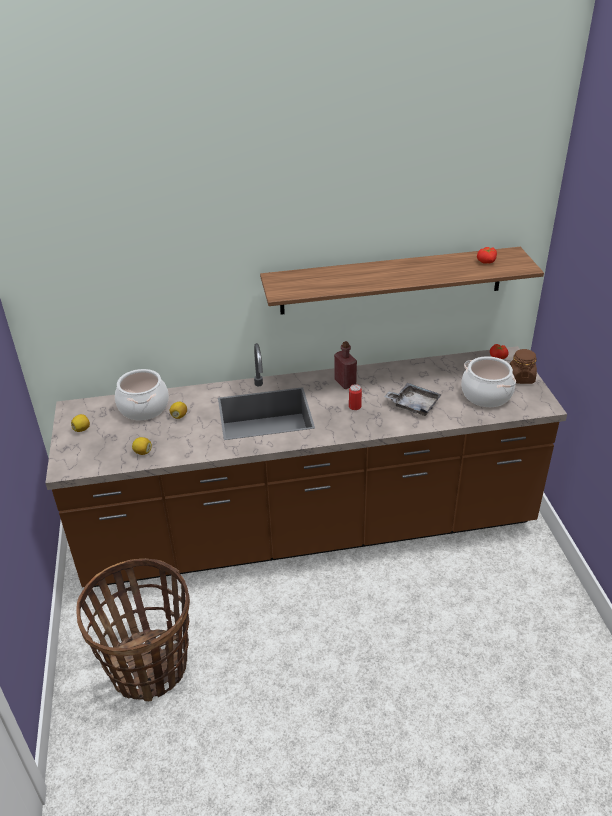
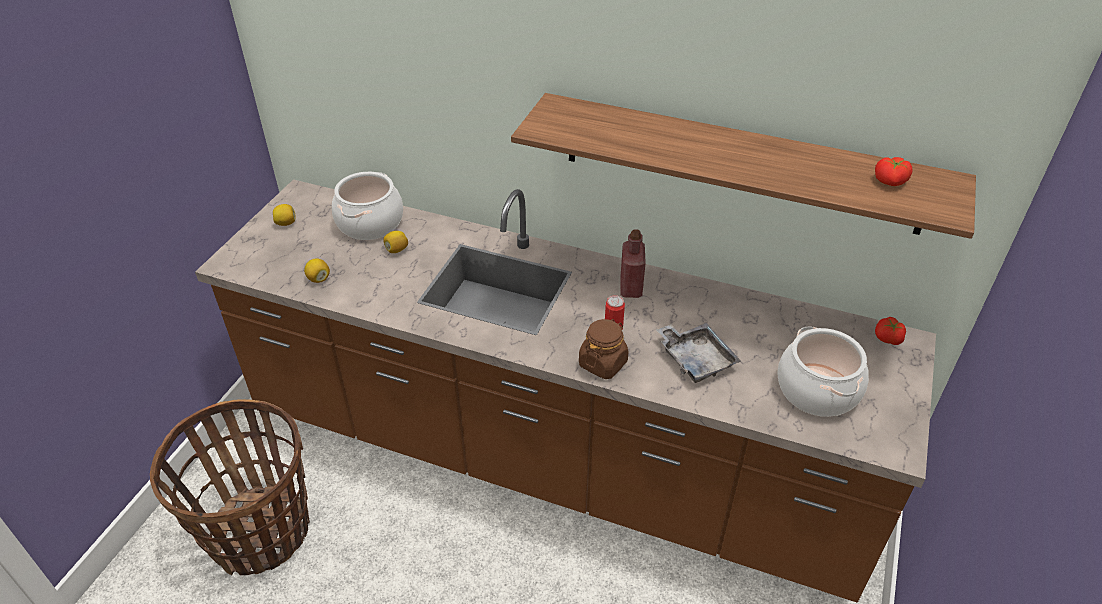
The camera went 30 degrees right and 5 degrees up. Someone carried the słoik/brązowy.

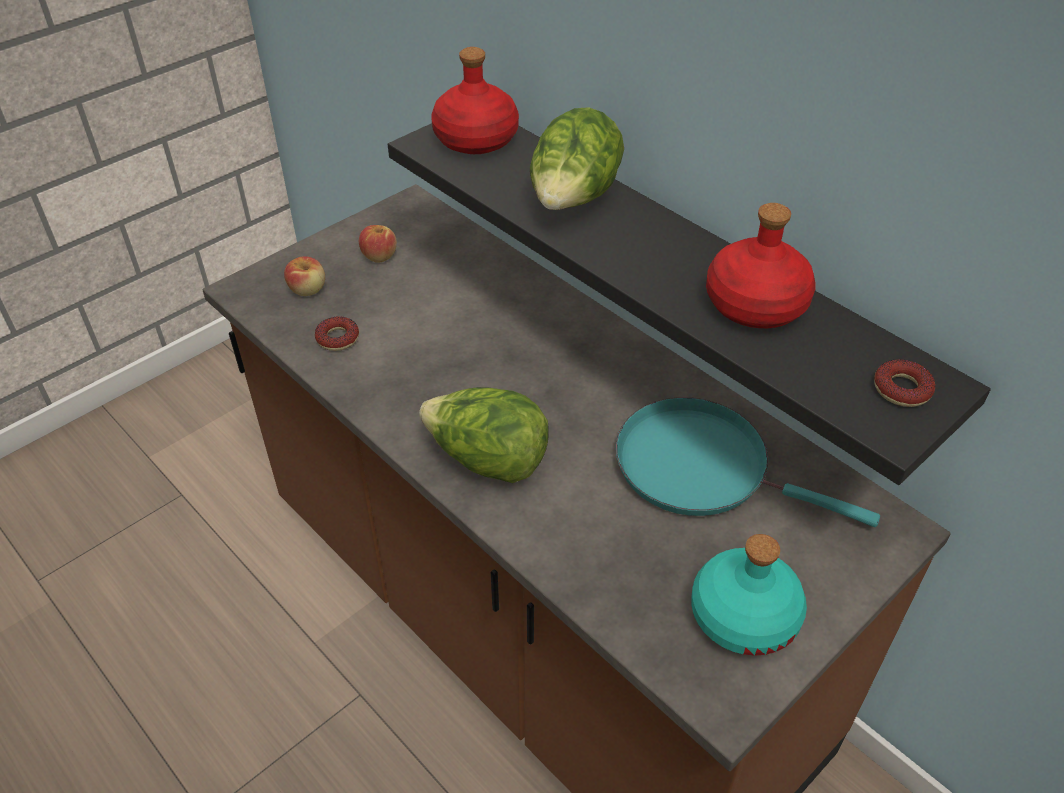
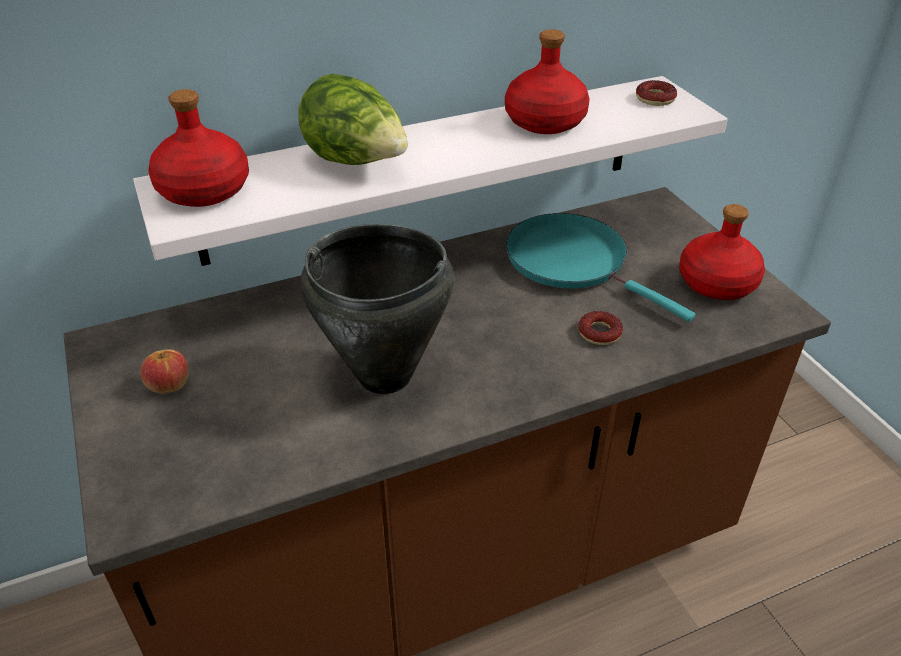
The camera went 70 degrees left and 5 degrees down. Someone took away the jabłko (no. 1 from left). Someone carried the donut (no. 1 from left). Someone repainted the półka/czarny, which became the półka/biały. Someone took away the sałata (no. 1 from left). Someone rotated the patelnia/turkusowy by 90 degrees clockwise. Someone repainted the butelka/turkusowy, which became the butelka/czerwony (no. 3 from left). Someone put down the garnek/czarny.

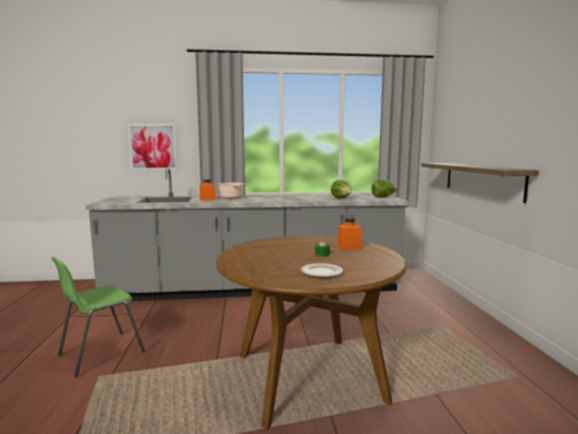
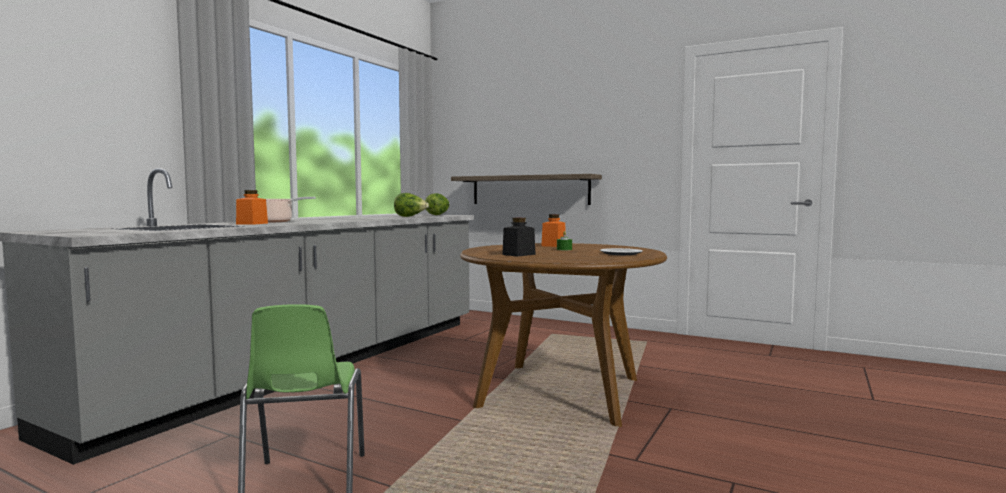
The camera went 55 degrees left and 5 degrees down. Someone took away the obraz. Someone put down the słoik/czarny.

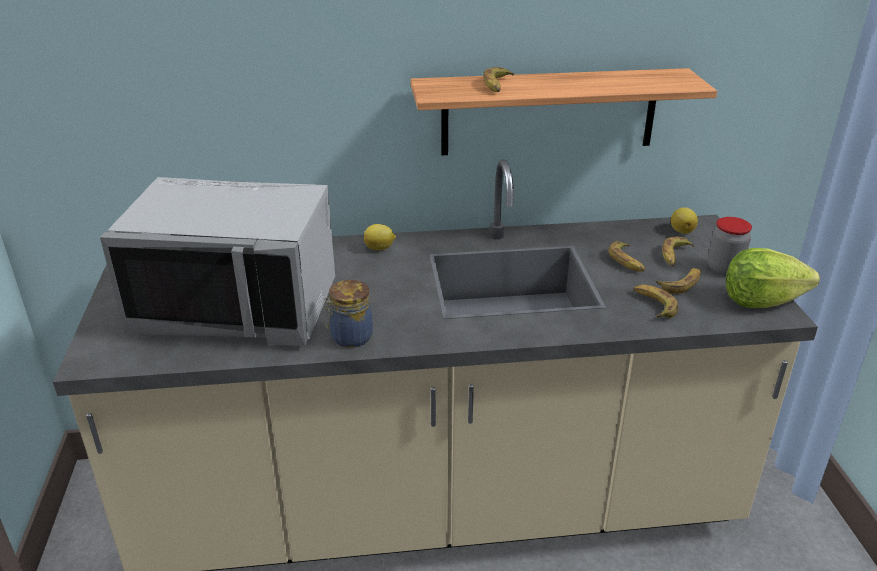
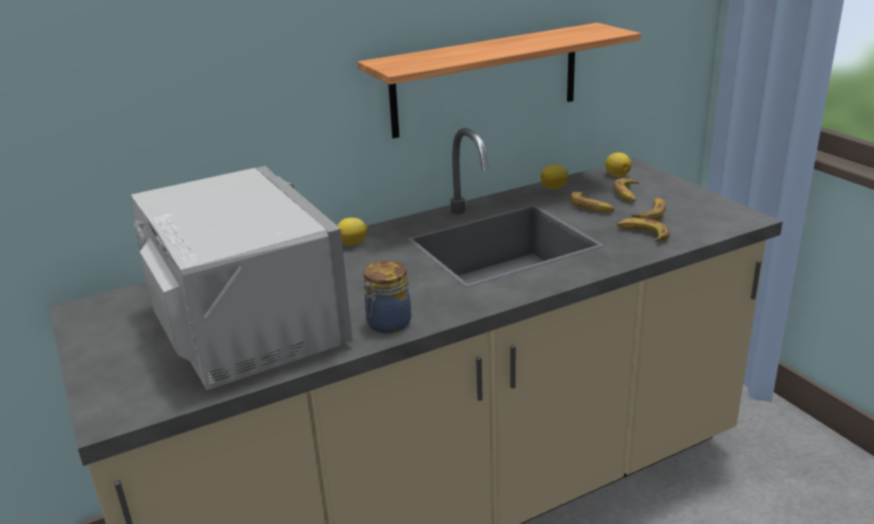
The camera went 20 degrees left and 5 degrees down. Someone rotated the mikrofalówka/szary by 105 degrees counterclockwise. Someone took away the banan (no. 1 from left). Someone took away the słoik (no. 2 from left). Someone took away the sałata. Someone put down the cytryna (no. 2 from left).

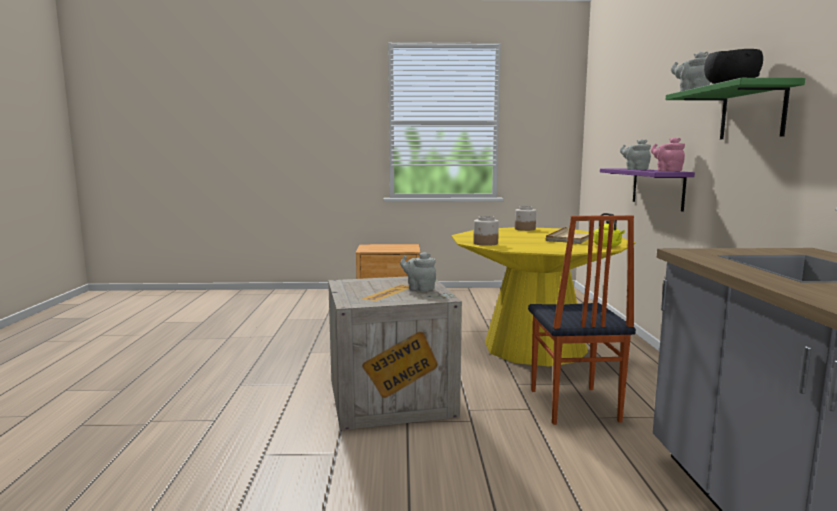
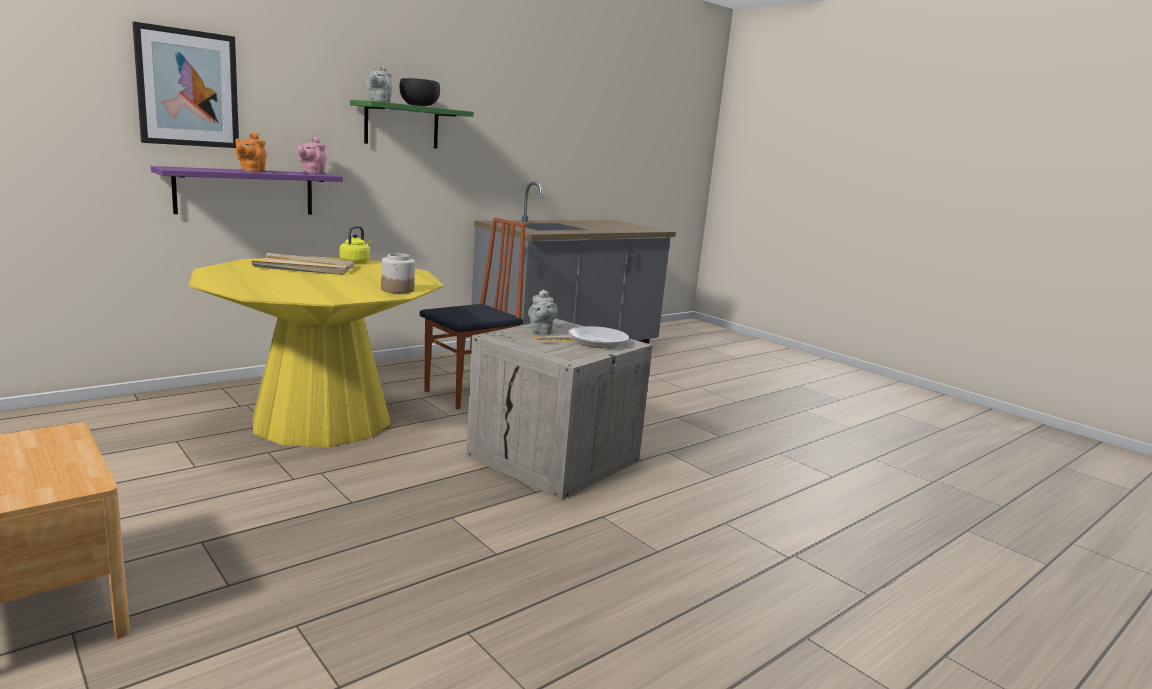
The camera went 130 degrees left and 5 degrees up. Someone took away the słoik (no. 2 from left). Someone repainted the imbryk/szary (no. 2 from left), which became the imbryk/pomarańczowy. Someone put up the obraz. Someone put down the patelnia.

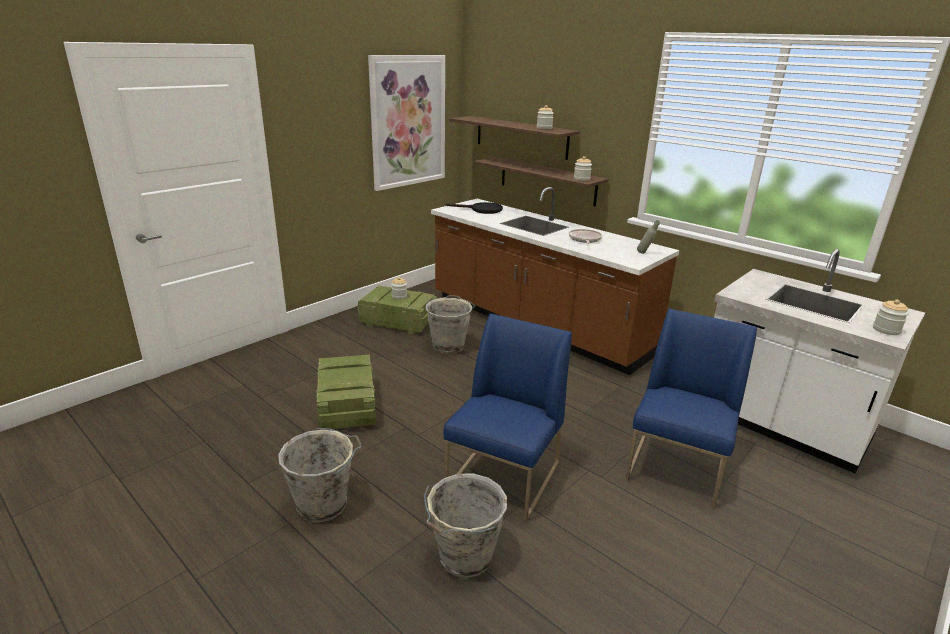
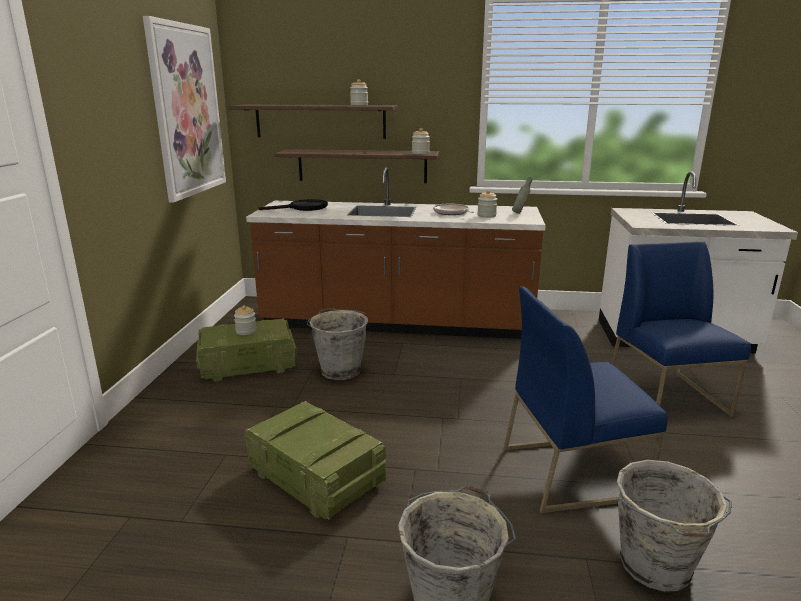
The camera went 35 degrees left and 5 degrees down. Someone rotated the krzesło/niebieski (no. 1 from left) by 90 degrees counterclockwise. Someone carried the słoik (no. 4 from left).

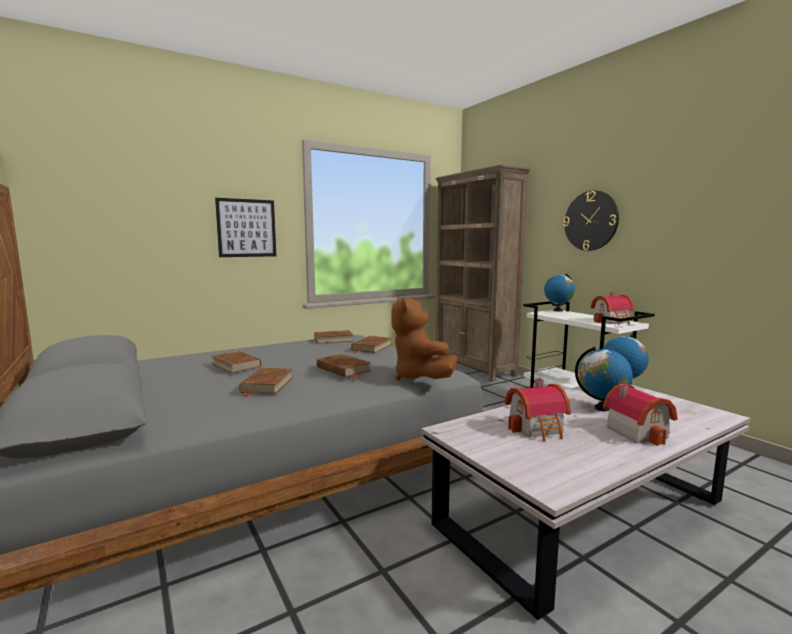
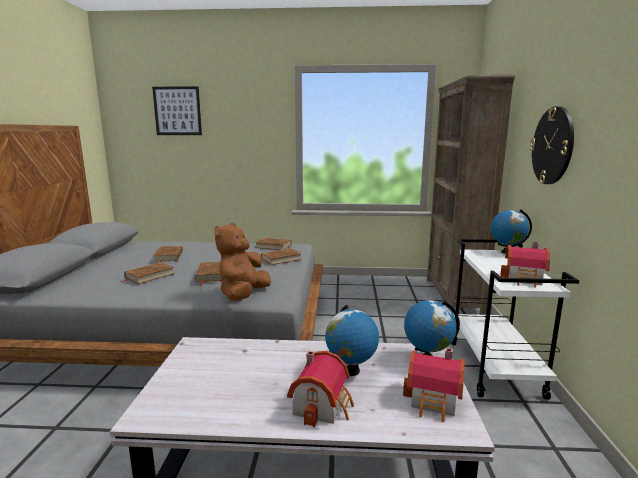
The camera went 35 degrees right and 5 degrees up. Someone carried the obraz. Someone carried the domek (no. 1 from left in the first image).

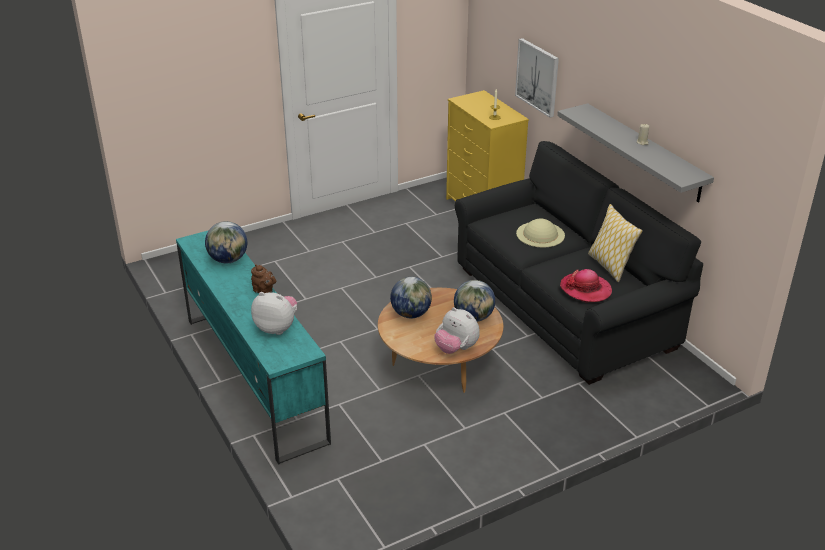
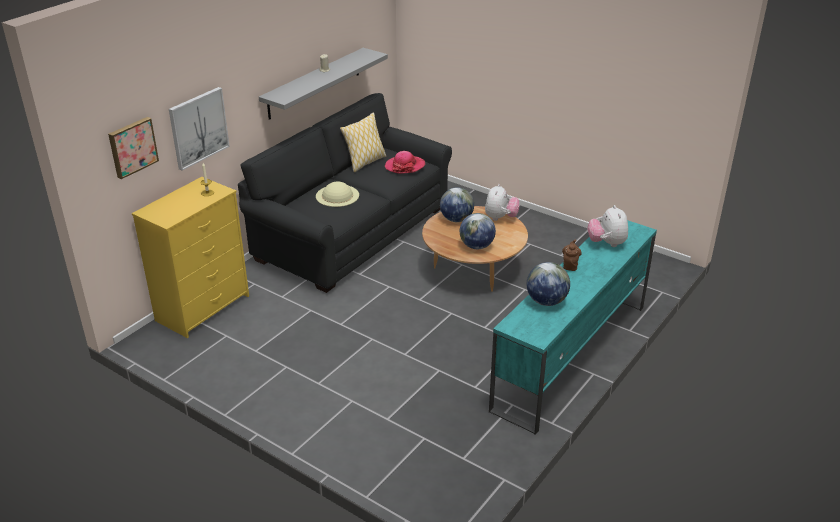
The camera went 115 degrees left and 0 degrees up. Someone put up the obraz (no. 1 from left).

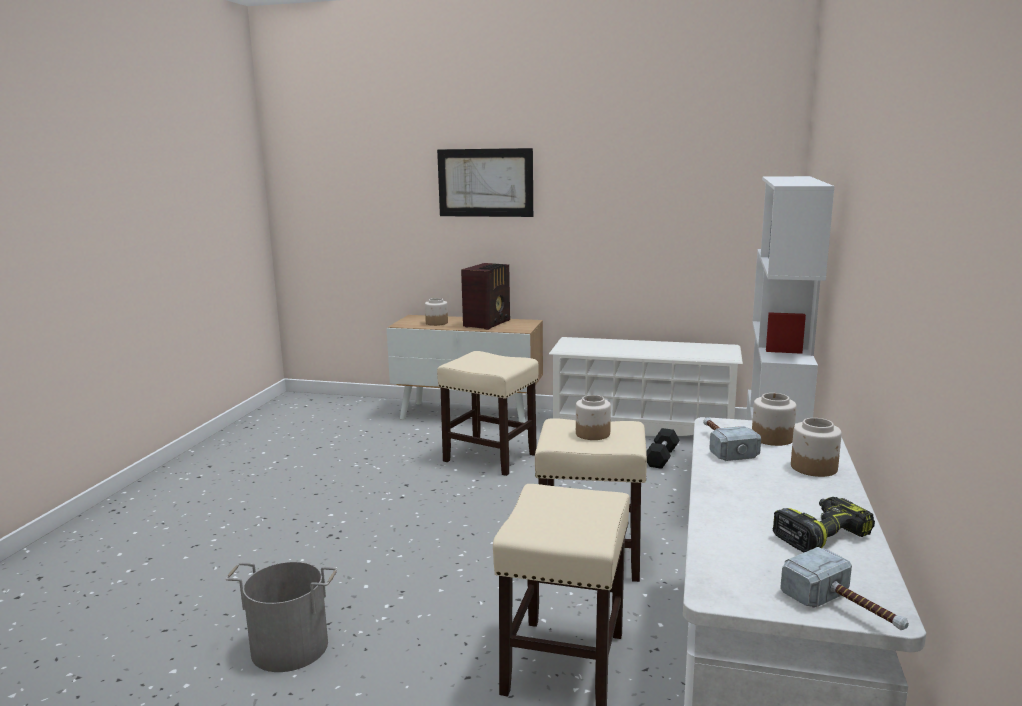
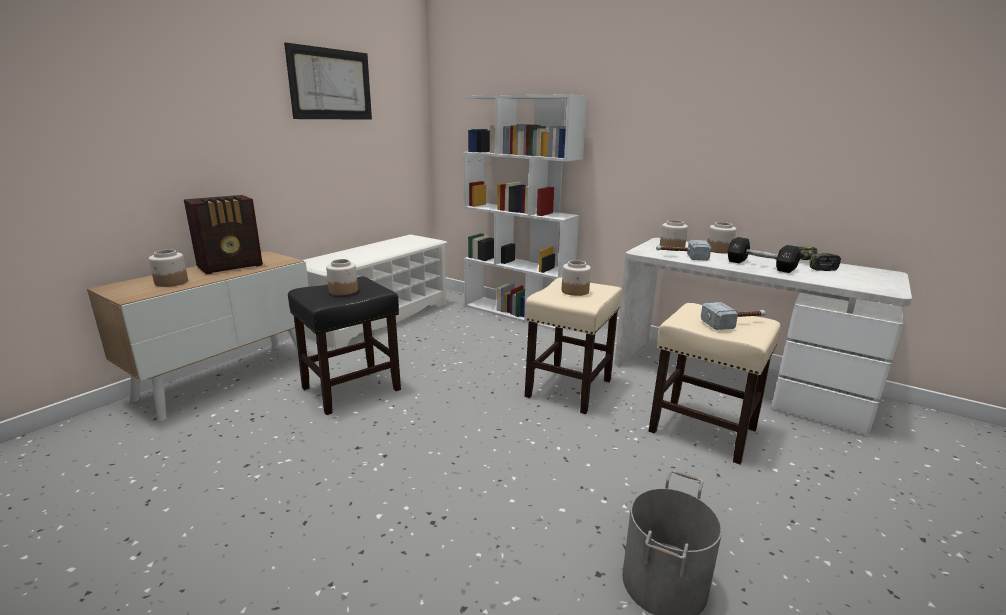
The camera went 70 degrees left and 5 degrees up. Someone carried the obraz. Someone repainted the stołek/beżowy (no. 1 from left), which became the stołek/czarny. Someone rotated the radio by 90 degrees clockwise. Someone carried the hantel/czarny. Someone carried the młotek (no. 2 from left). Someone put down the słoik (no. 2 from left).

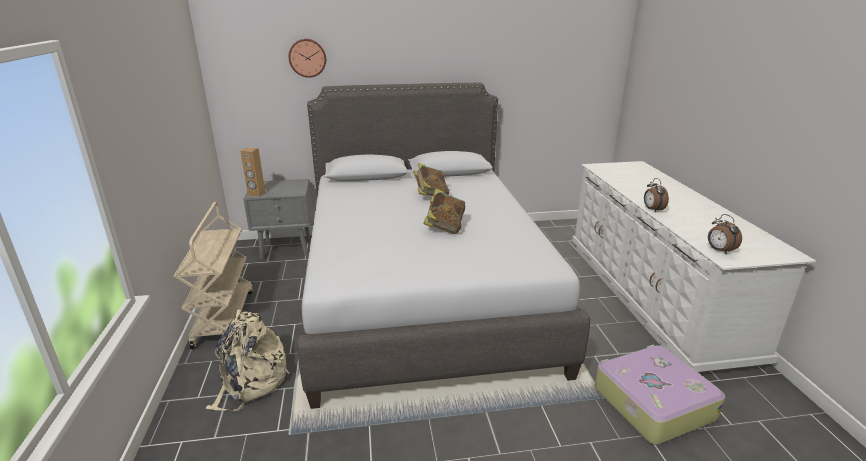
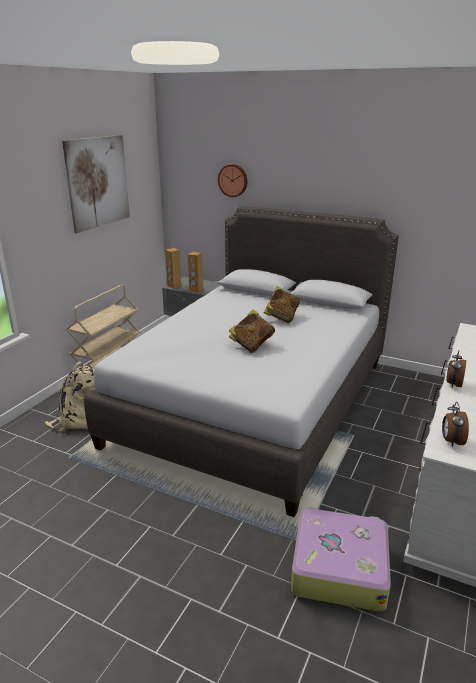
The camera went 35 degrees right and 0 degrees up. Someone put up the obraz. Someone put down the głośnik/brązowy (no. 2 from left).

